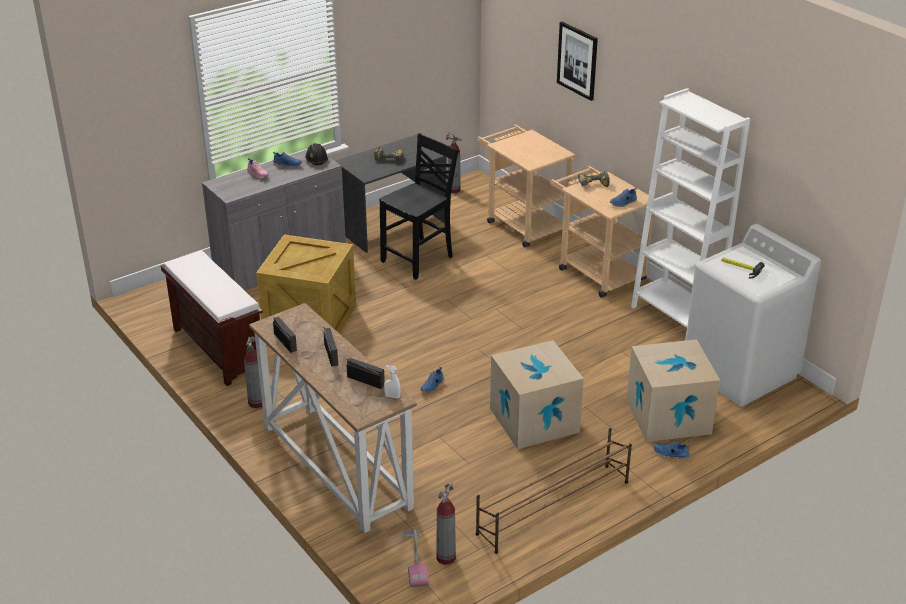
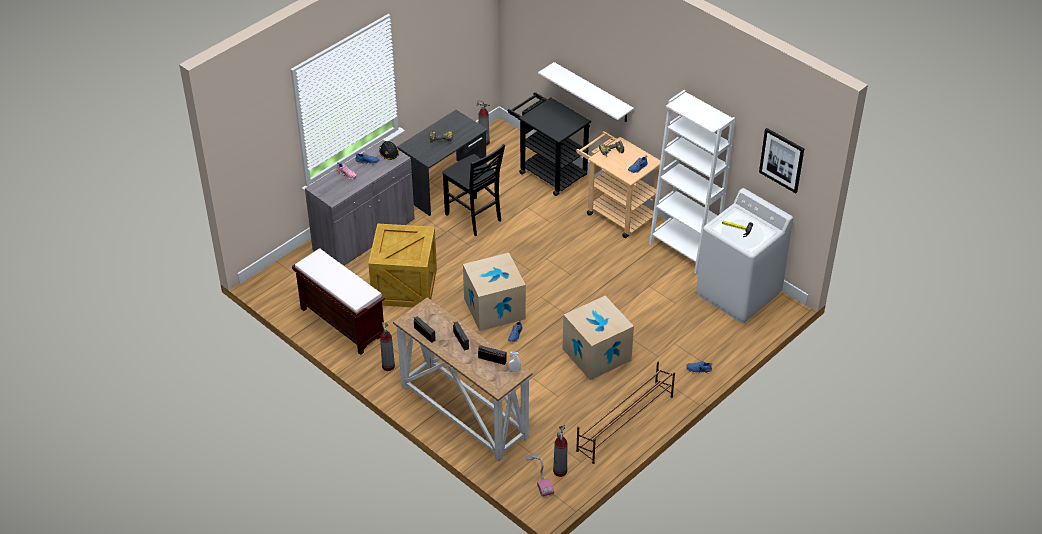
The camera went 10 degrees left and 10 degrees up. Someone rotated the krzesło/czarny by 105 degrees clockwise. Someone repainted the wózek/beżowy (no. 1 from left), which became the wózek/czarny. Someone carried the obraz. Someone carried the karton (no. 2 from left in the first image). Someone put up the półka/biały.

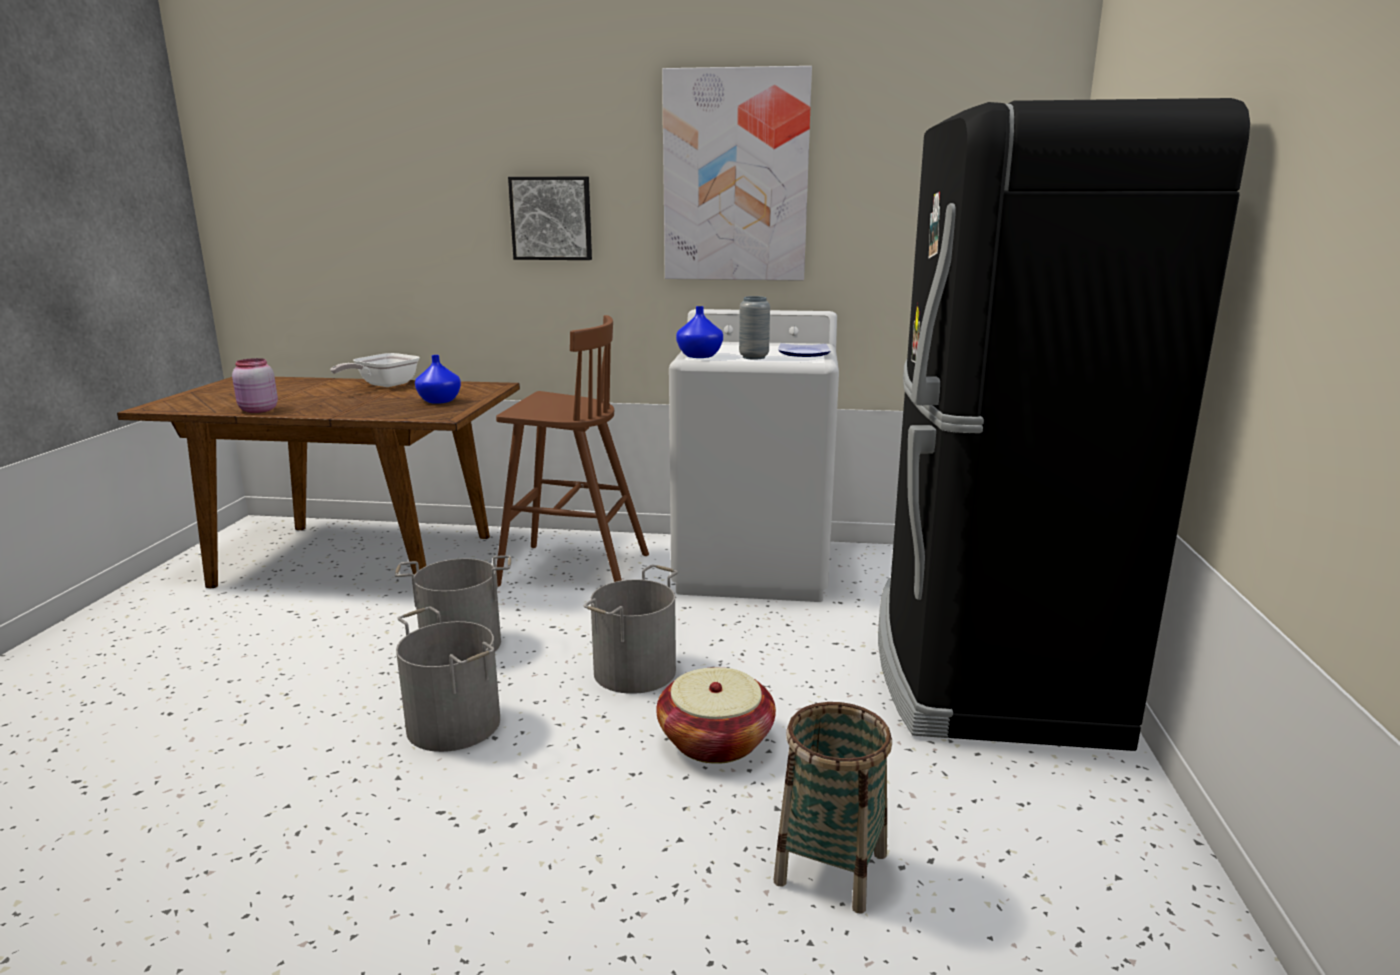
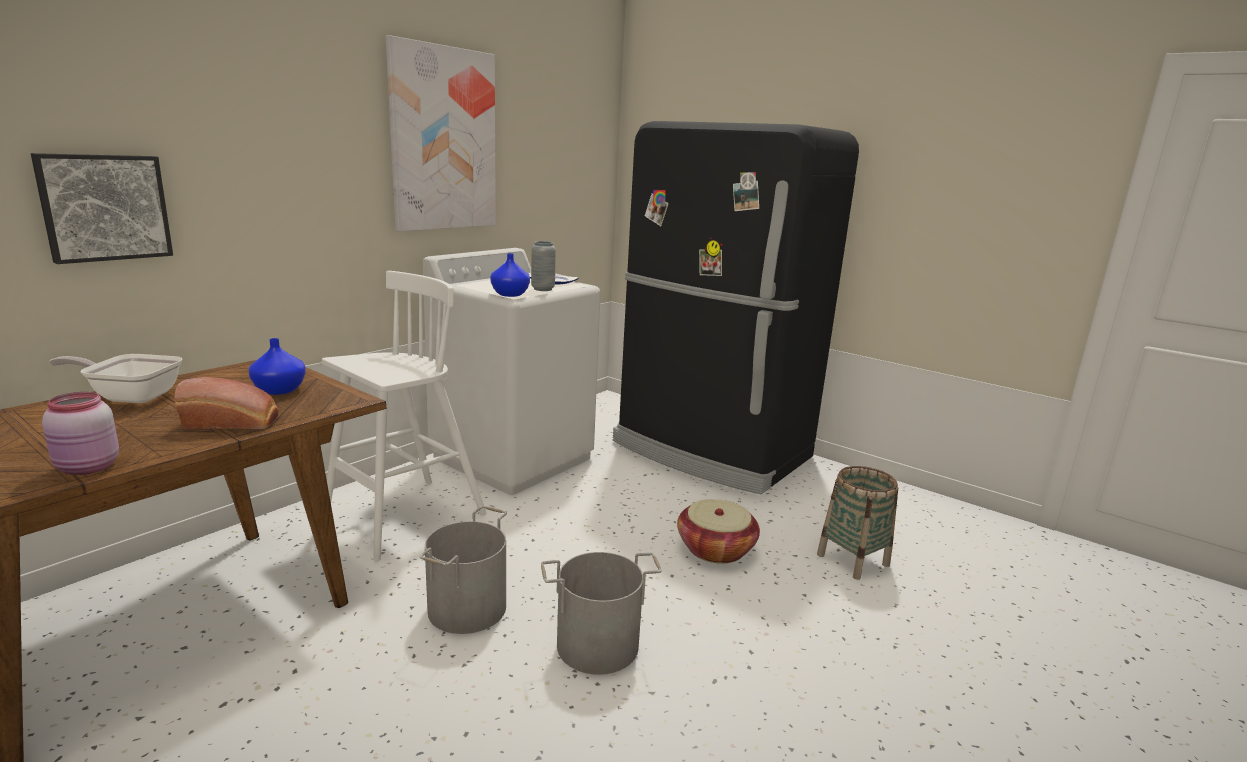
The camera went 60 degrees left and 0 degrees up. Someone rotated the patelnia by 120 degrees clockwise. Someone repainted the stołek/brązowy, which became the stołek/biały. Someone carried the obraz (no. 1 from left). Someone took away the wiadro/szary (no. 3 from left). Someone put down the chleb.

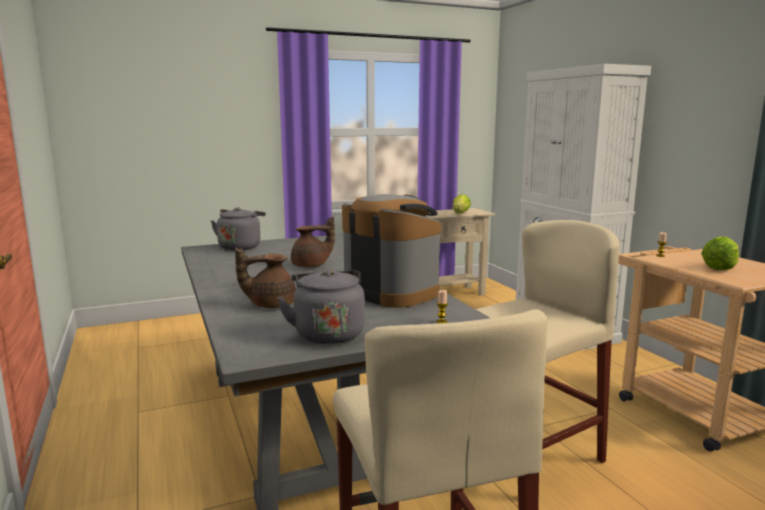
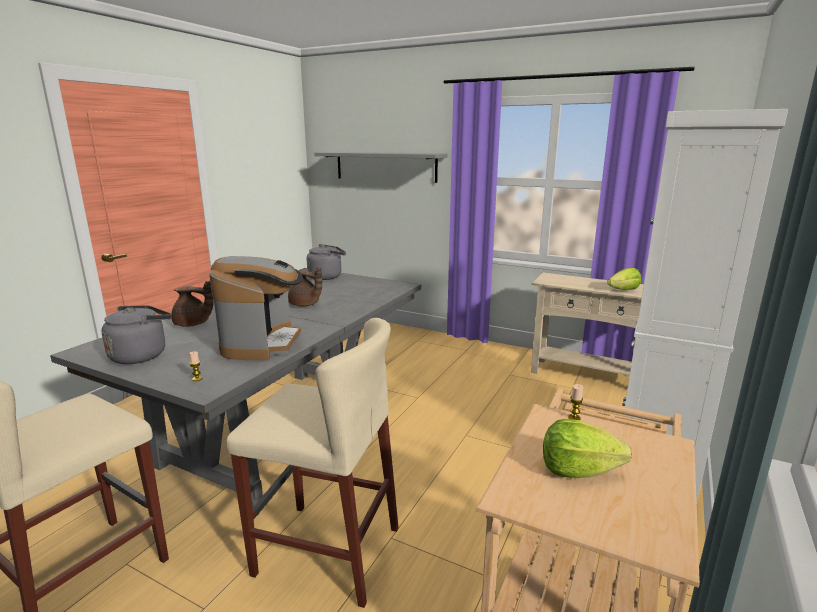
The camera went 50 degrees right and 5 degrees up. Someone rotated the imbryk/brązowy (no. 1 from left) by 150 degrees clockwise. Someone put up the półka/szary.

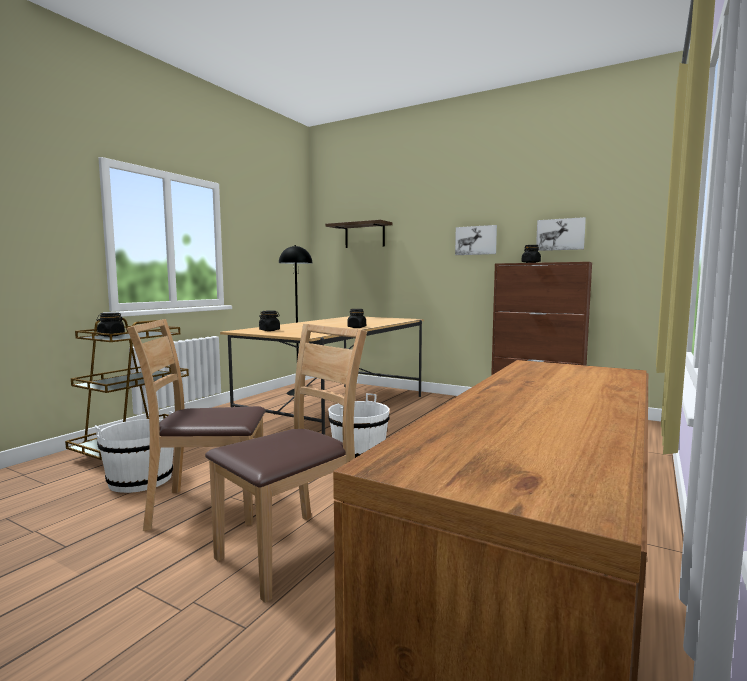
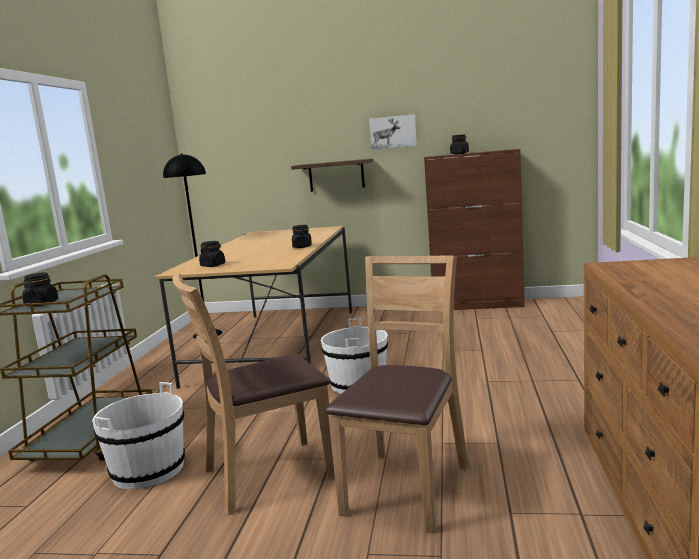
The camera went 20 degrees left and 5 degrees up. Someone carried the półka. Someone took away the obraz (no. 2 from left).

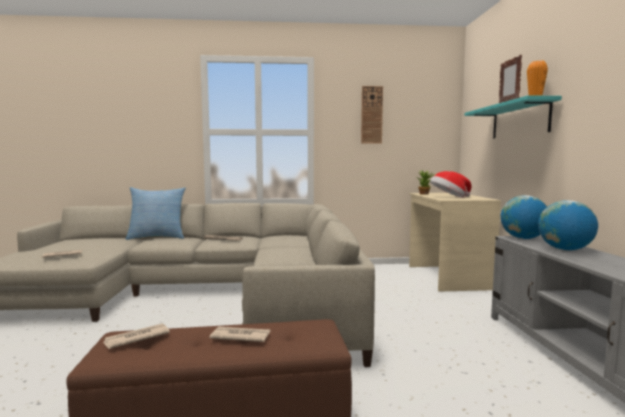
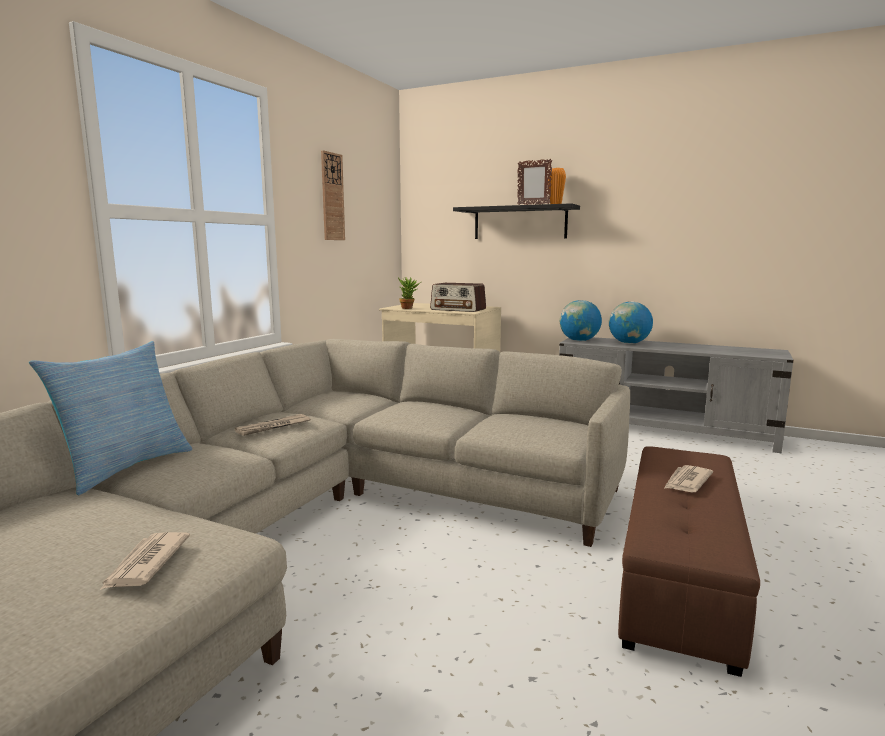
The camera went 60 degrees left and 5 degrees up. Someone took away the gazeta (no. 2 from left). Someone swapped the kapelusz for the radio. Someone repainted the półka/turkusowy, which became the półka/czarny.

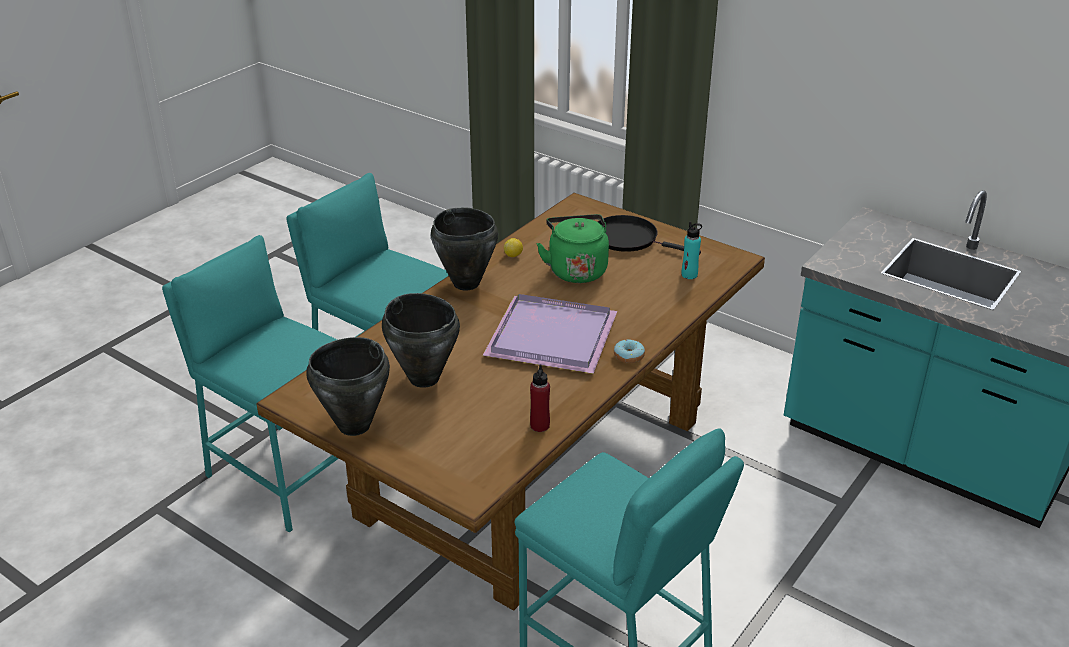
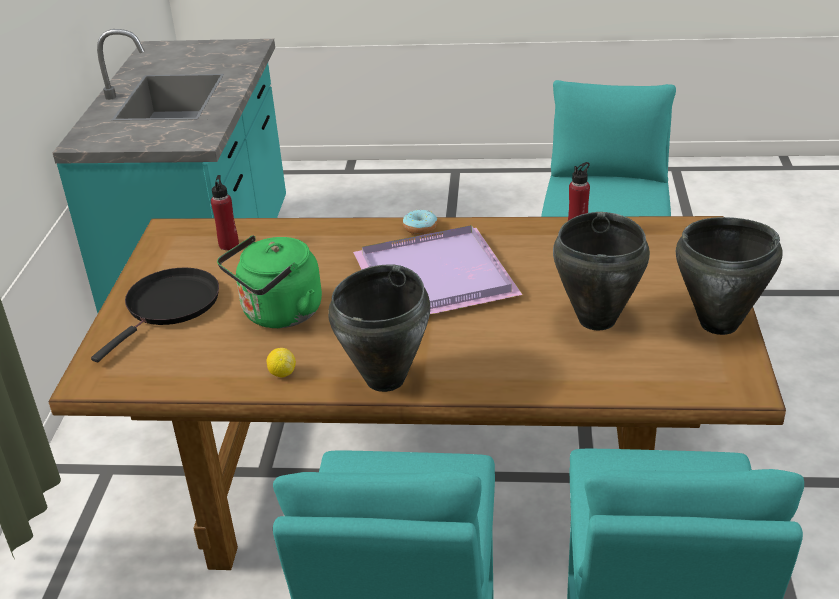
The camera went 120 degrees left and 0 degrees up. Someone rotated the patelnia/czarny by 150 degrees counterclockwise. Someone repainted the butelka/turkusowy, which became the butelka/czerwony (no. 1 from left).

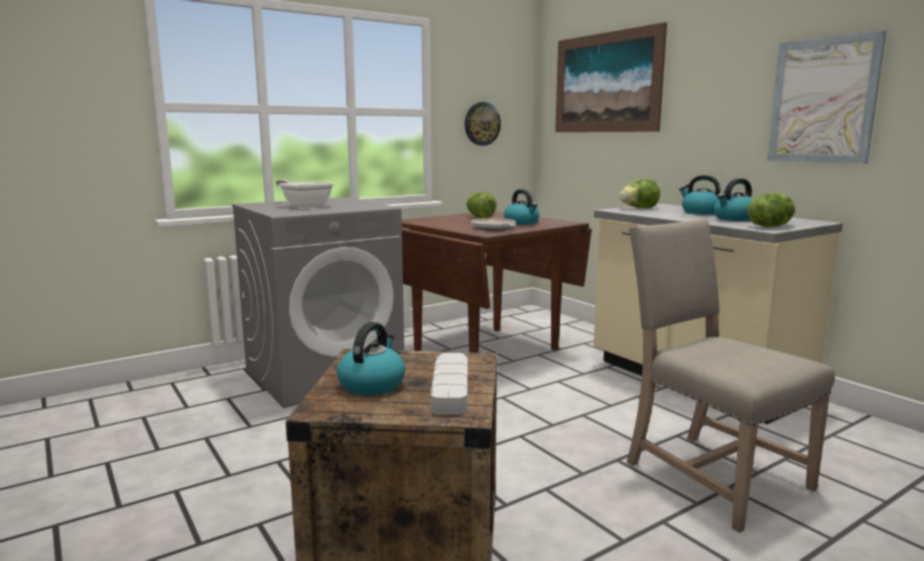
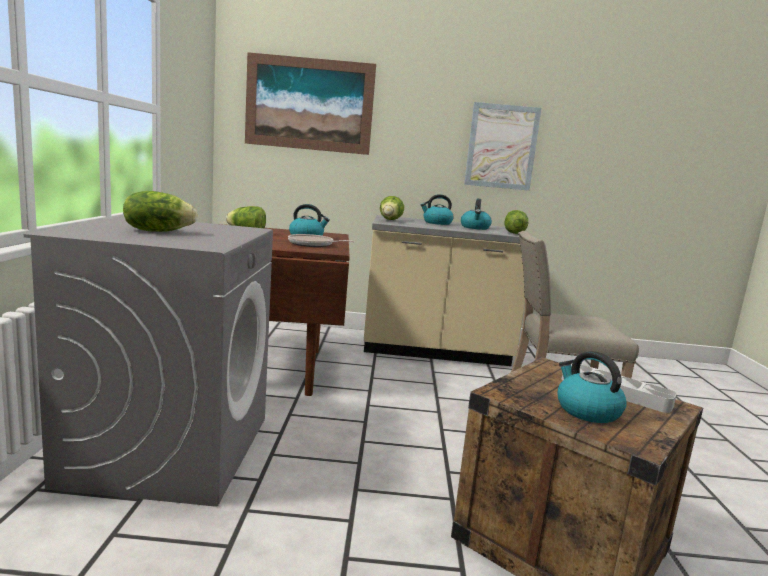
The camera went 55 degrees left and 0 degrees up. Someone swapped the patelnia (no. 1 from left) for the sałata (no. 1 from left). Someone took away the zegar ścienny.

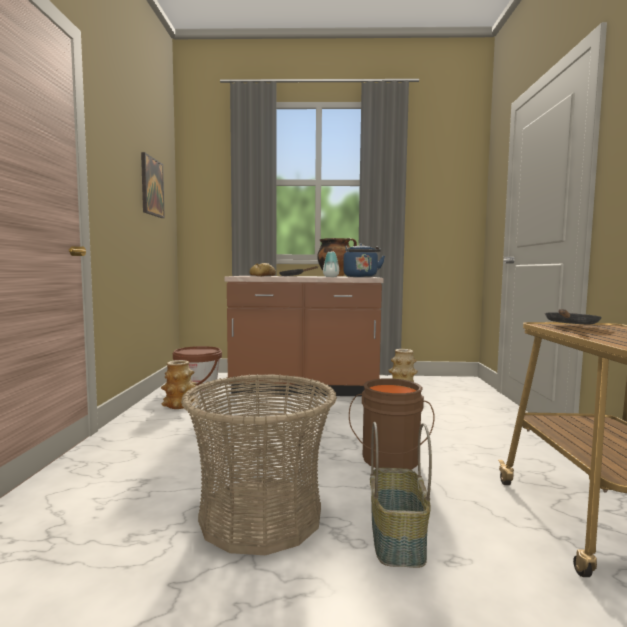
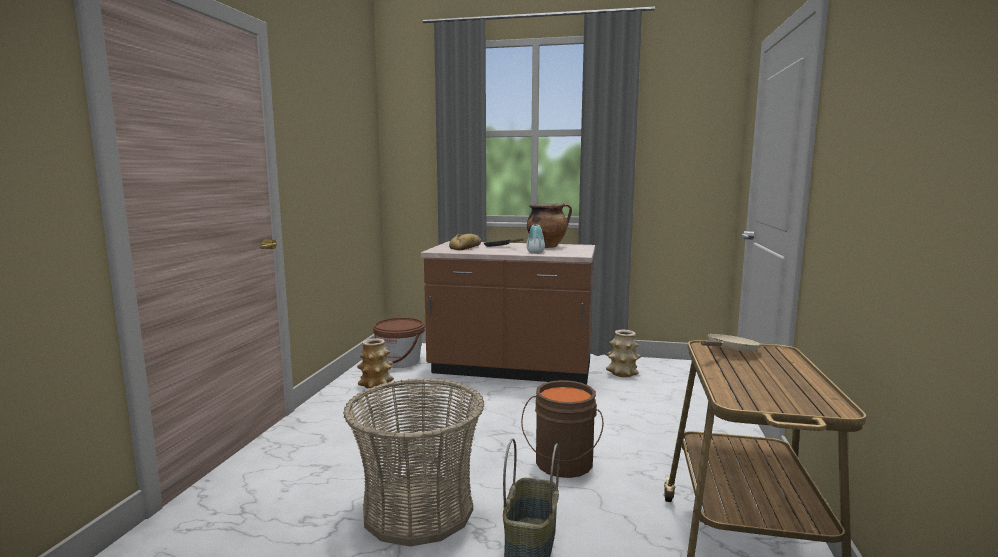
The camera went 10 degrees right and 5 degrees up. Someone took away the obraz. Someone took away the czajnik/niebieski. Someone repainted the patelnia/czarny (no. 2 from left), which became the patelnia/beżowy.

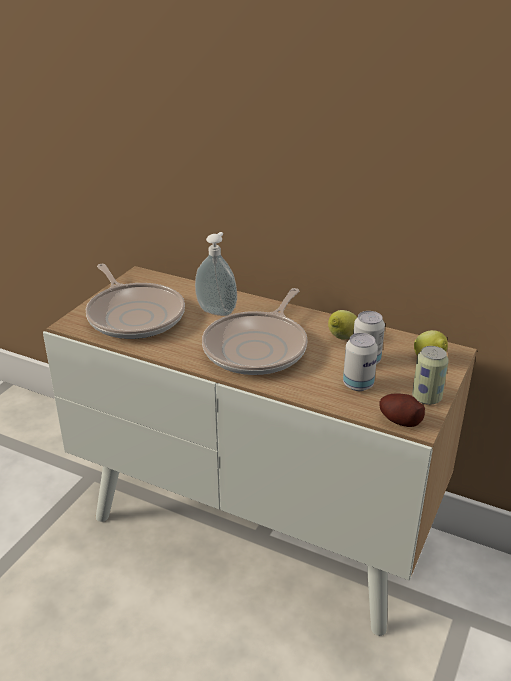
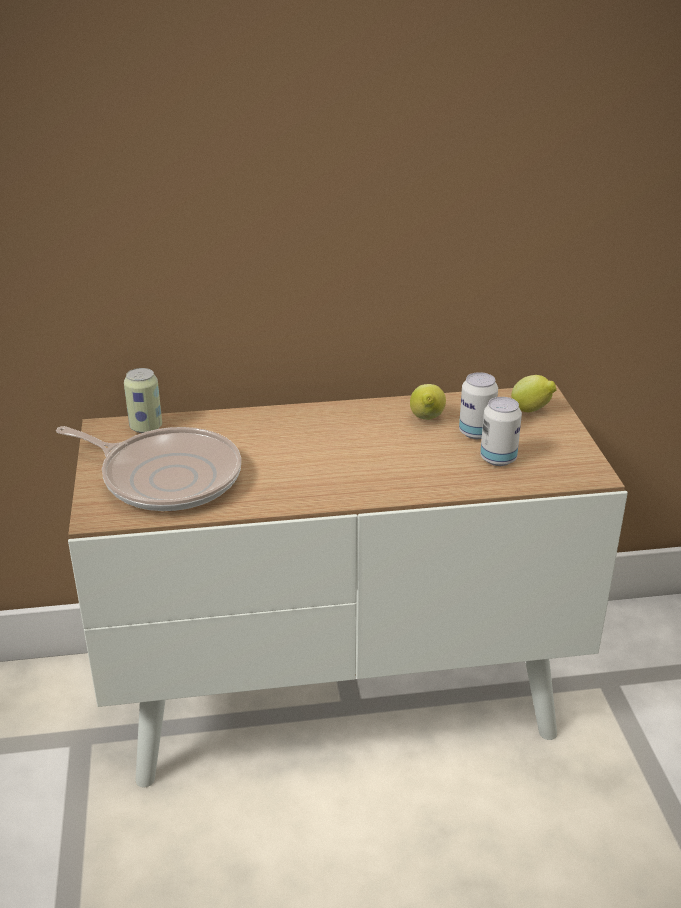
The camera went 35 degrees left and 0 degrees up. Someone took away the dozownik mydła. Someone took away the patelnia (no. 2 from left). Someone took away the ziemniak. Someone carried the puszka (no. 3 from left in the first image).

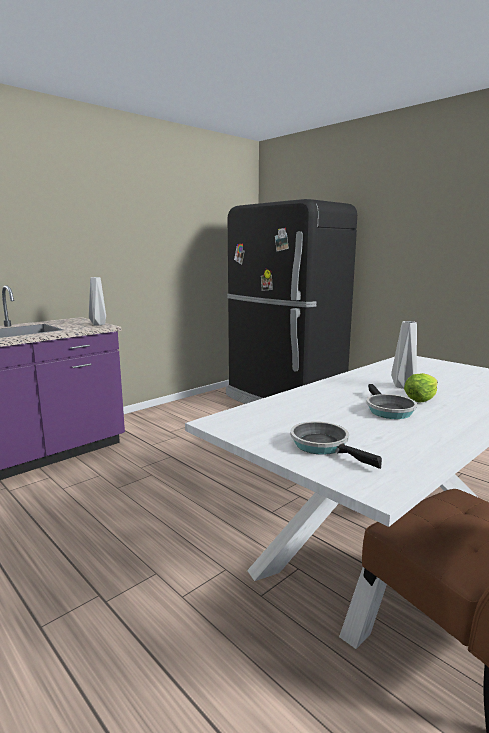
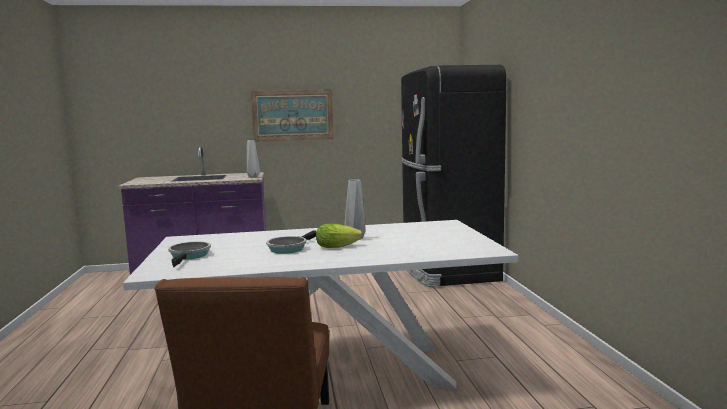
The camera went 35 degrees right and 5 degrees down. Someone put up the obraz.

